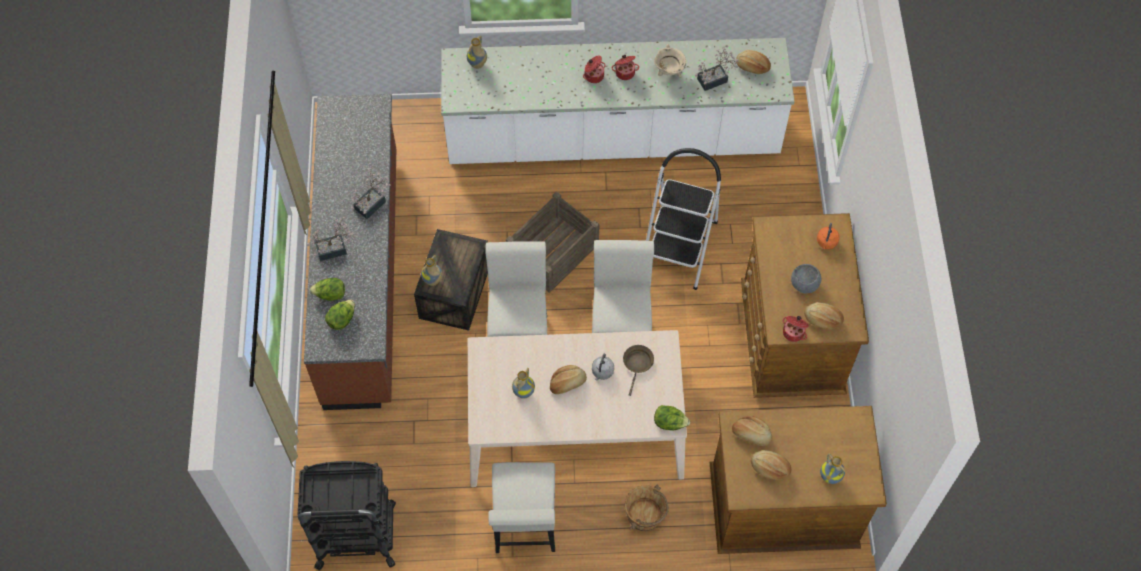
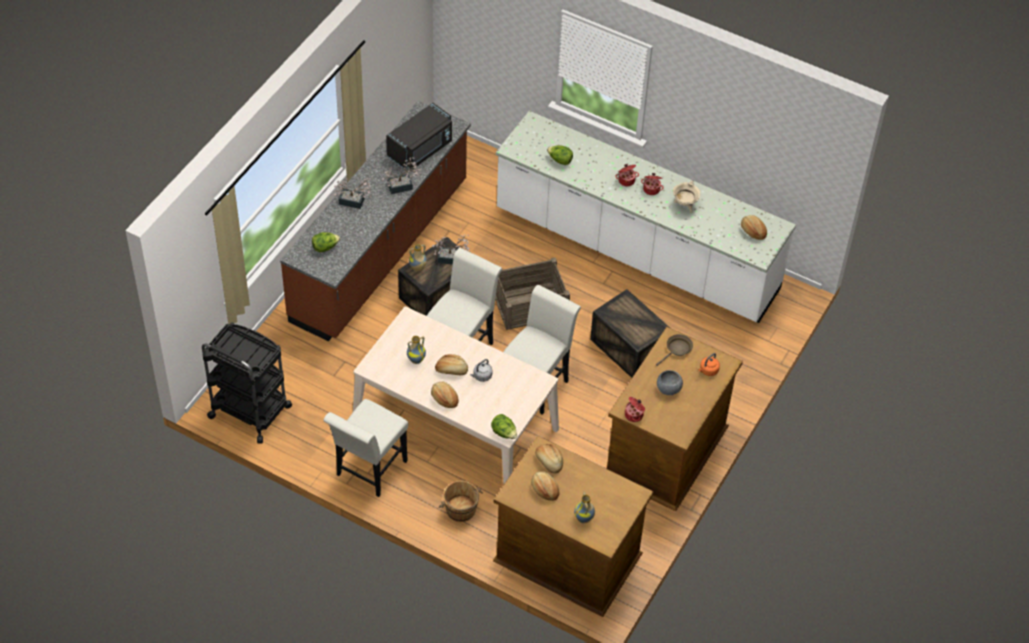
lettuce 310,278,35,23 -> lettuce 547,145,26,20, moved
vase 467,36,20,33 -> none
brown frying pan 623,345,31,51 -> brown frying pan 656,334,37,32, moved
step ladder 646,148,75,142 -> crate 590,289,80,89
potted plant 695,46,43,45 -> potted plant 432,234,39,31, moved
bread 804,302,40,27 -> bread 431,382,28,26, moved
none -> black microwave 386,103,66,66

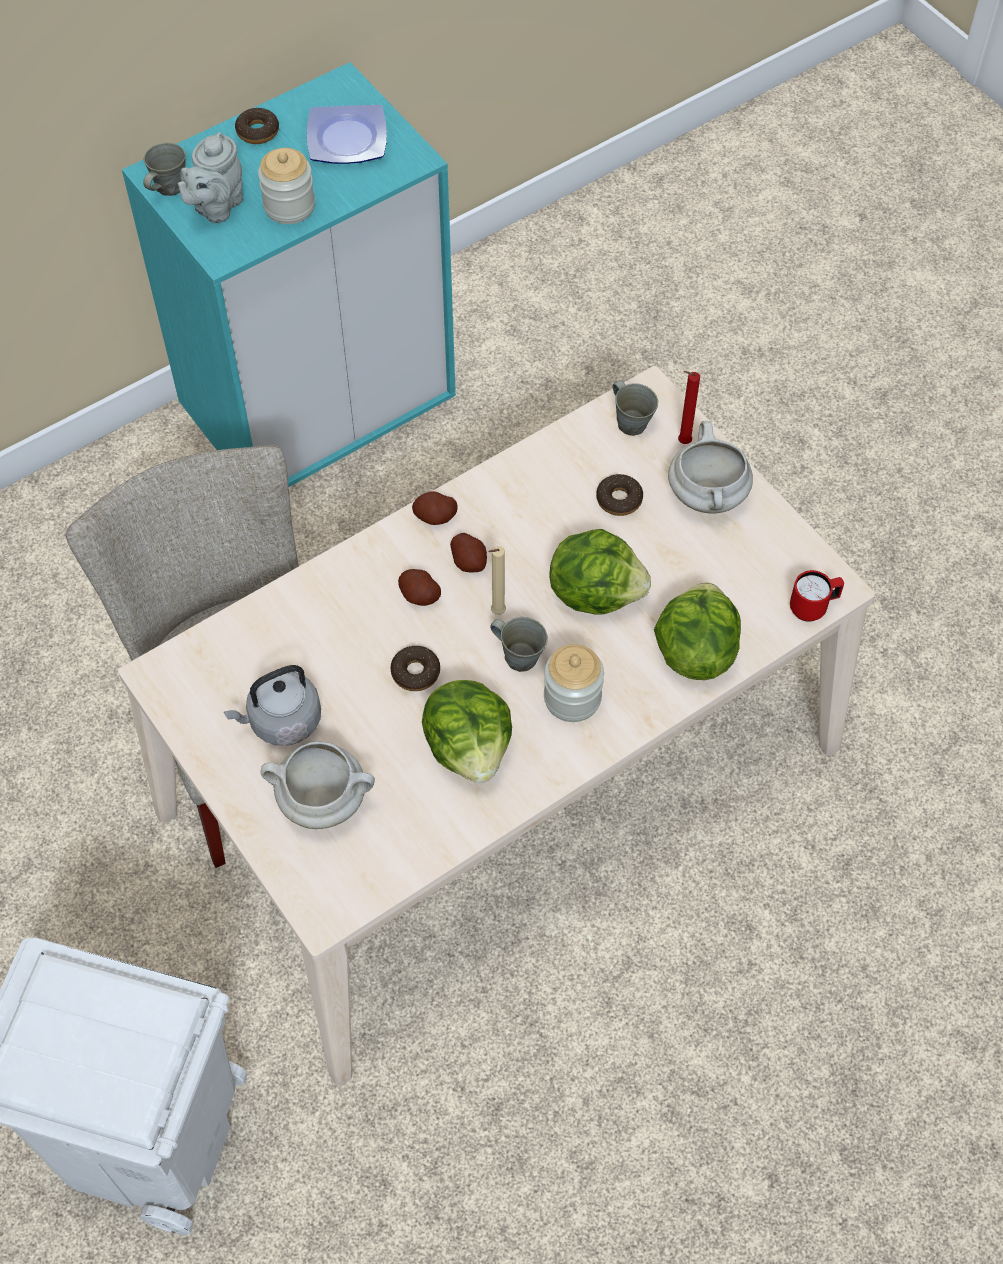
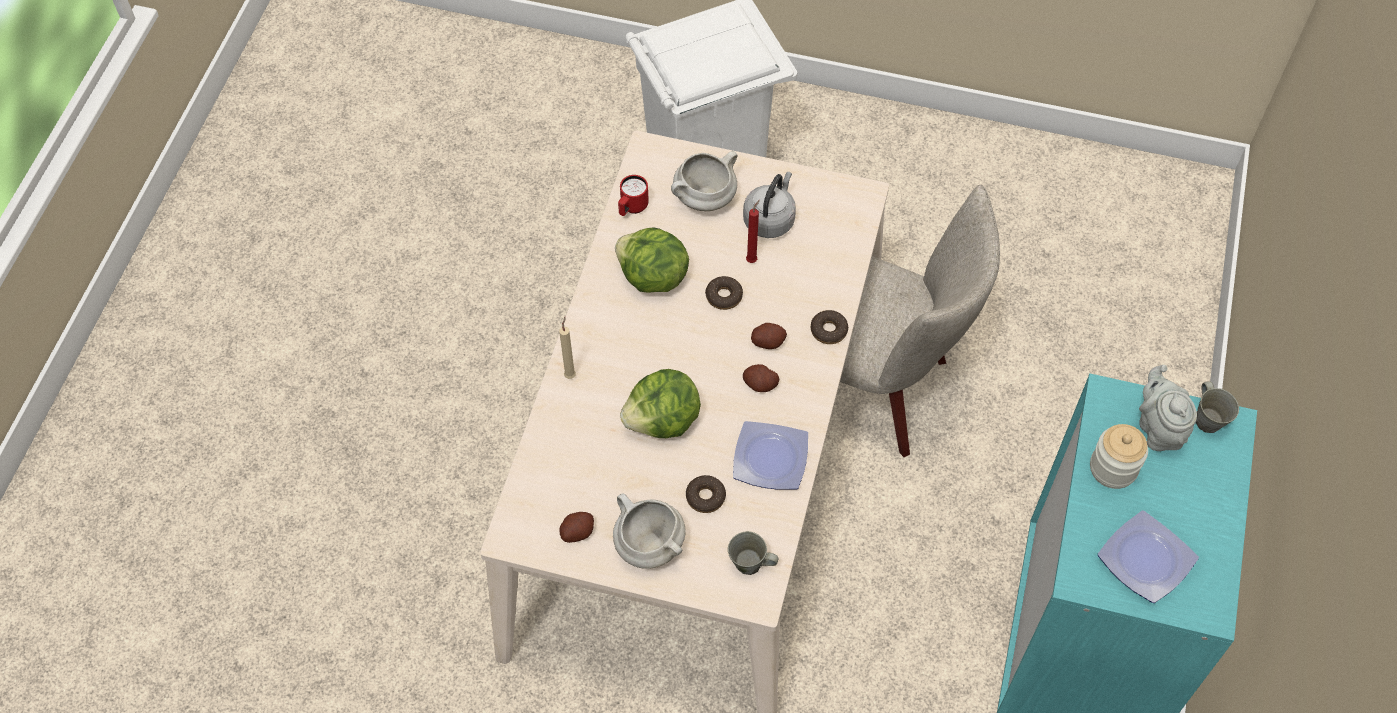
donut 235,108,44,36 -> donut 811,310,37,34, moved
potato 412,491,45,34 -> potato 559,512,35,31, moved
beige candle 488,546,18,69 -> beige candle 559,317,17,62, moved
grey mug 490,617,58,55 -> none
jar 544,644,60,78 -> none
lettuce 654,582,87,98 -> none
red candle 678,371,22,73 -> red candle 746,200,14,63, moved
red mug 790,570,54,52 -> red mug 618,175,31,41, moved
none -> plate 733,421,75,69

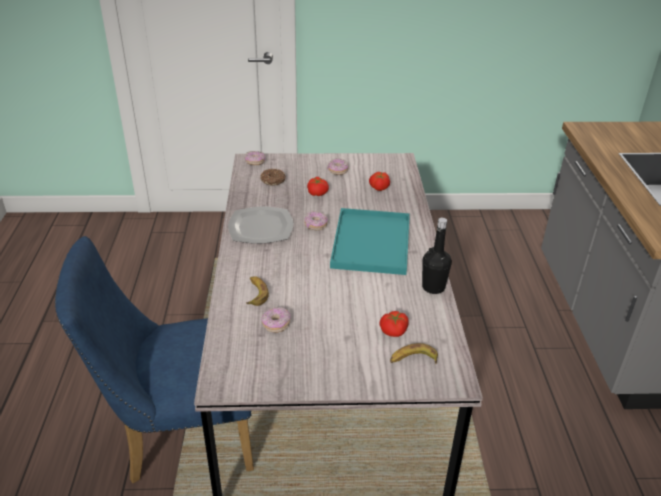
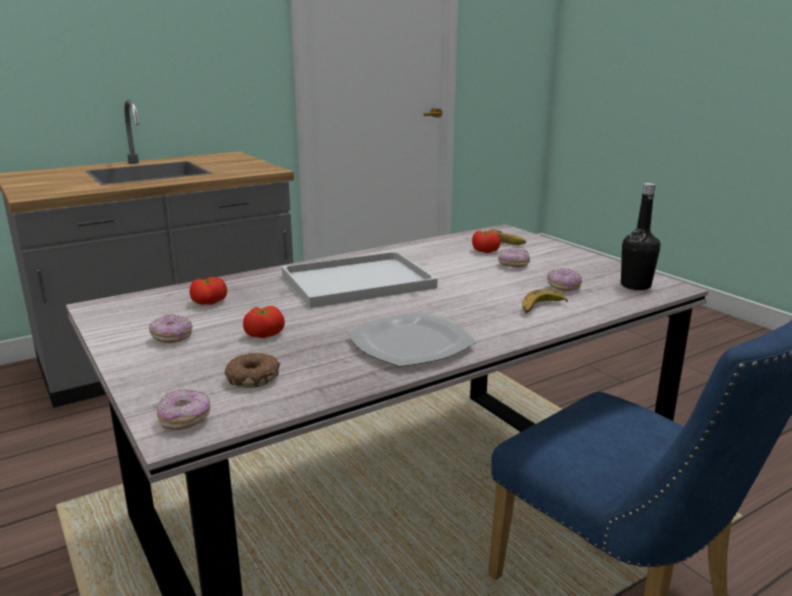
donut 304,211,24,19 -> donut 498,249,32,19, moved
turquoise tray 330,208,80,67 -> white tray 282,251,156,57
black bottle 422,218,30,76 -> black bottle 621,183,40,107, moved

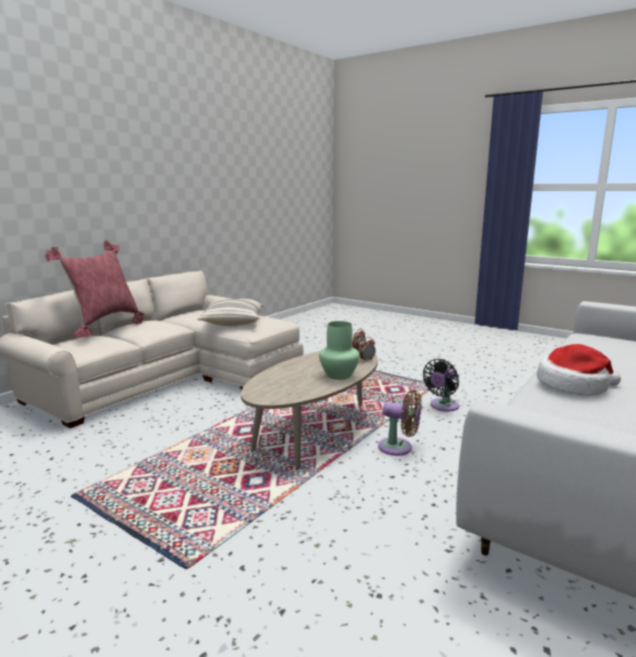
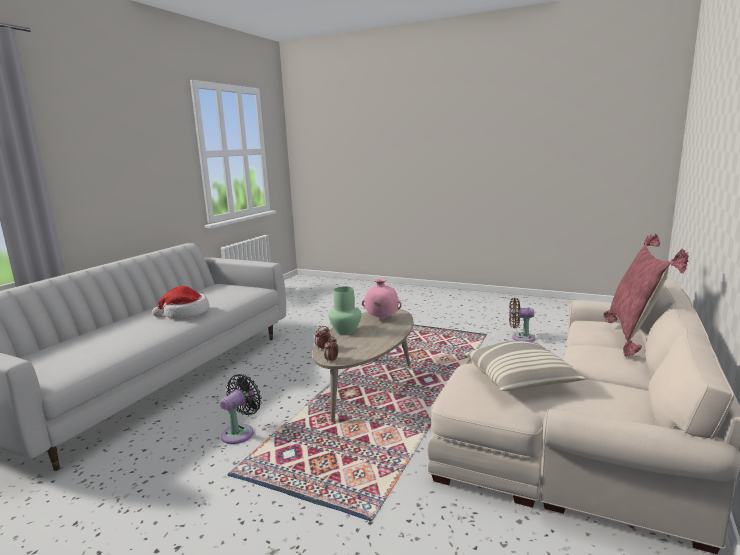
brown fan 378,390,44,66 -> brown fan 509,298,27,44, moved
none -> pink vase 362,278,40,41

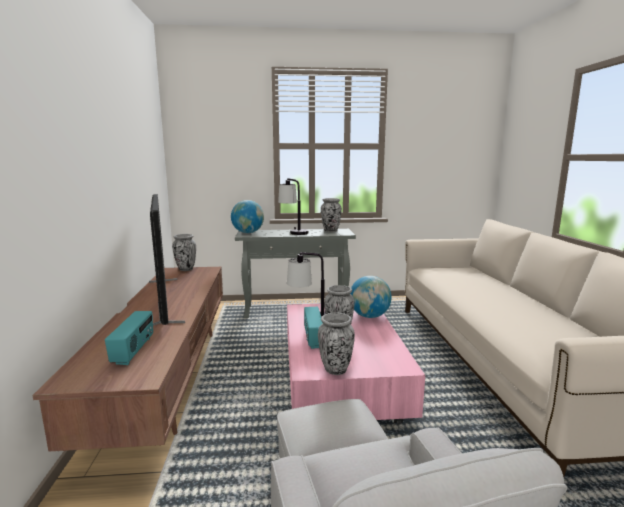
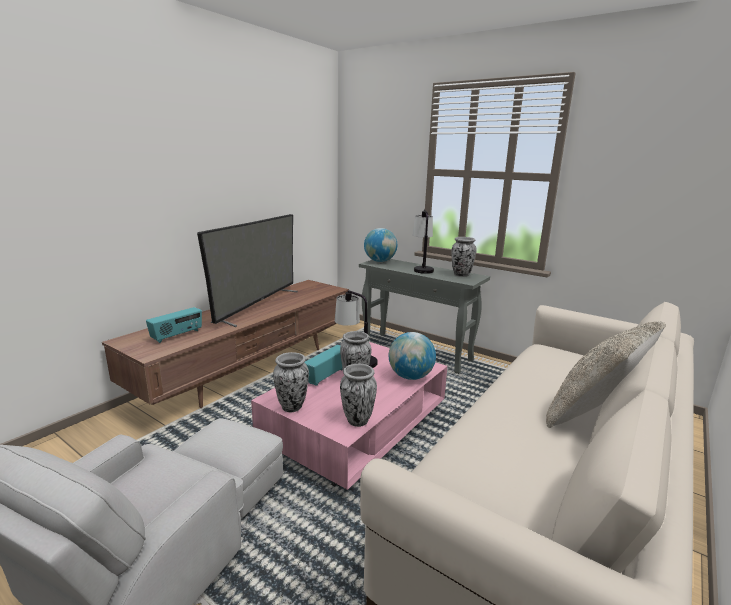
vase 172,234,24,37 -> vase 340,364,37,63, moved
none -> beige pillow 546,322,120,106

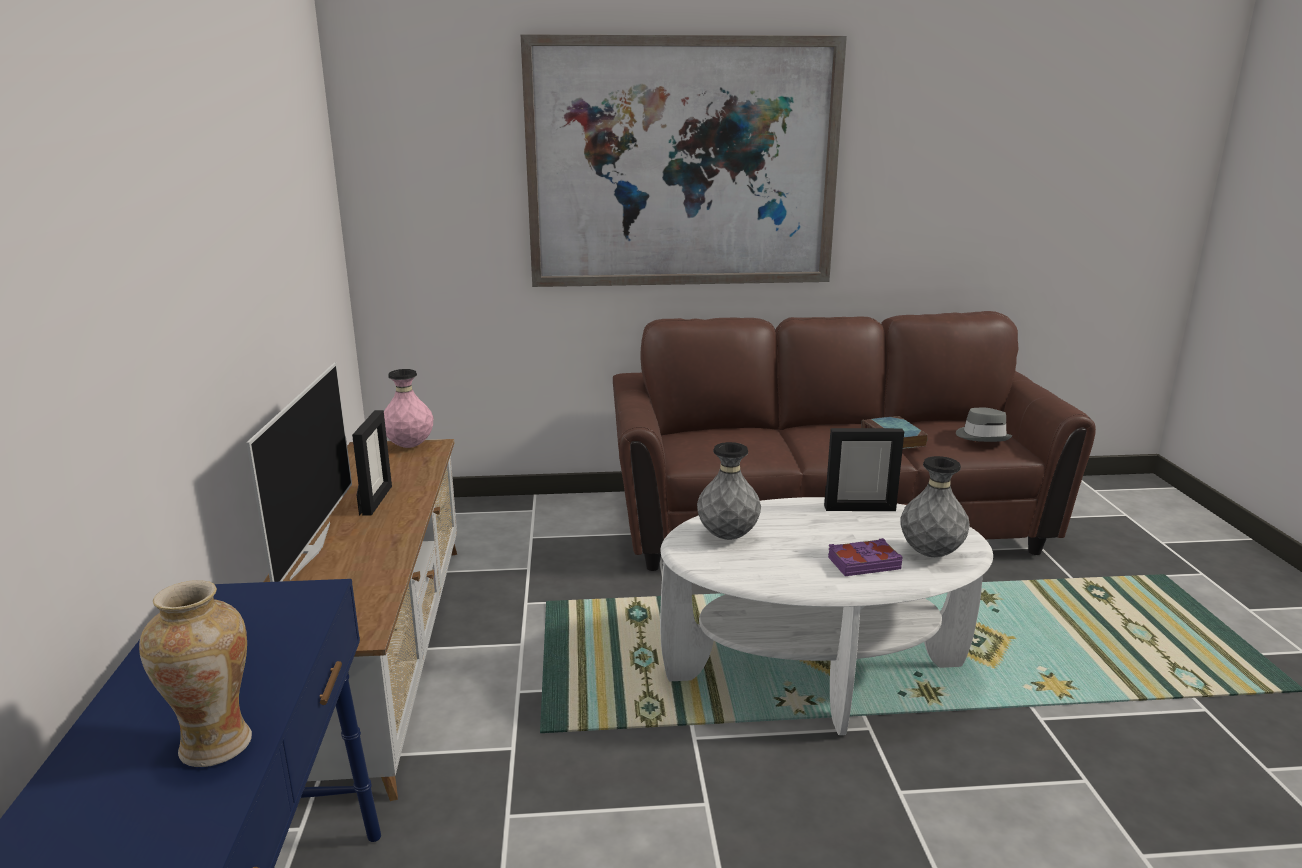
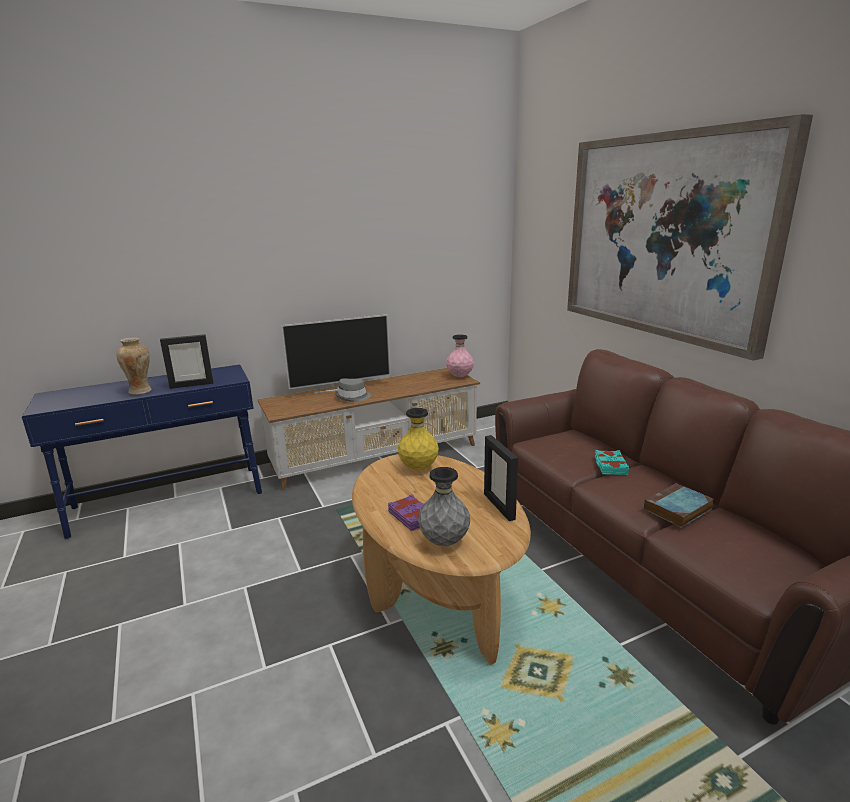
picture frame 352,410,40,106 -> picture frame 160,334,53,55, moved
white coffee table 660,497,333,238 -> brown coffee table 352,454,179,211
grey vase 697,442,64,98 -> yellow vase 398,408,41,62
grey hat 956,408,57,34 -> grey hat 335,379,36,22, moved
none -> turquoise book 595,450,34,25

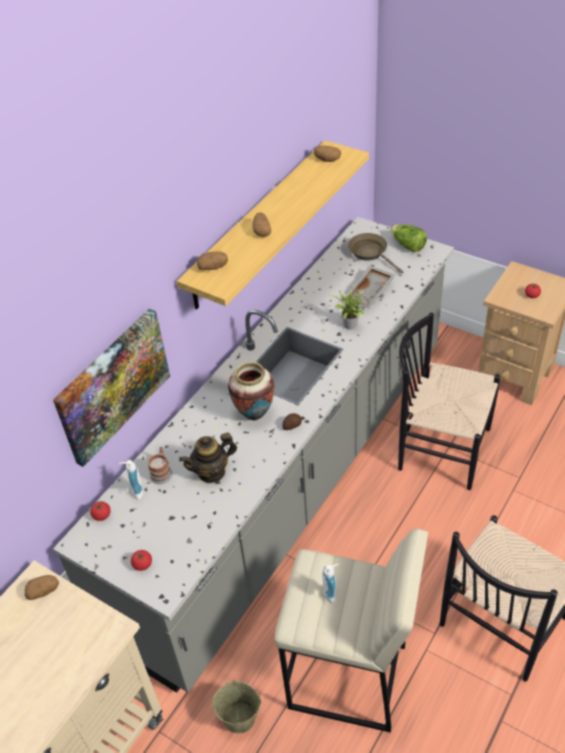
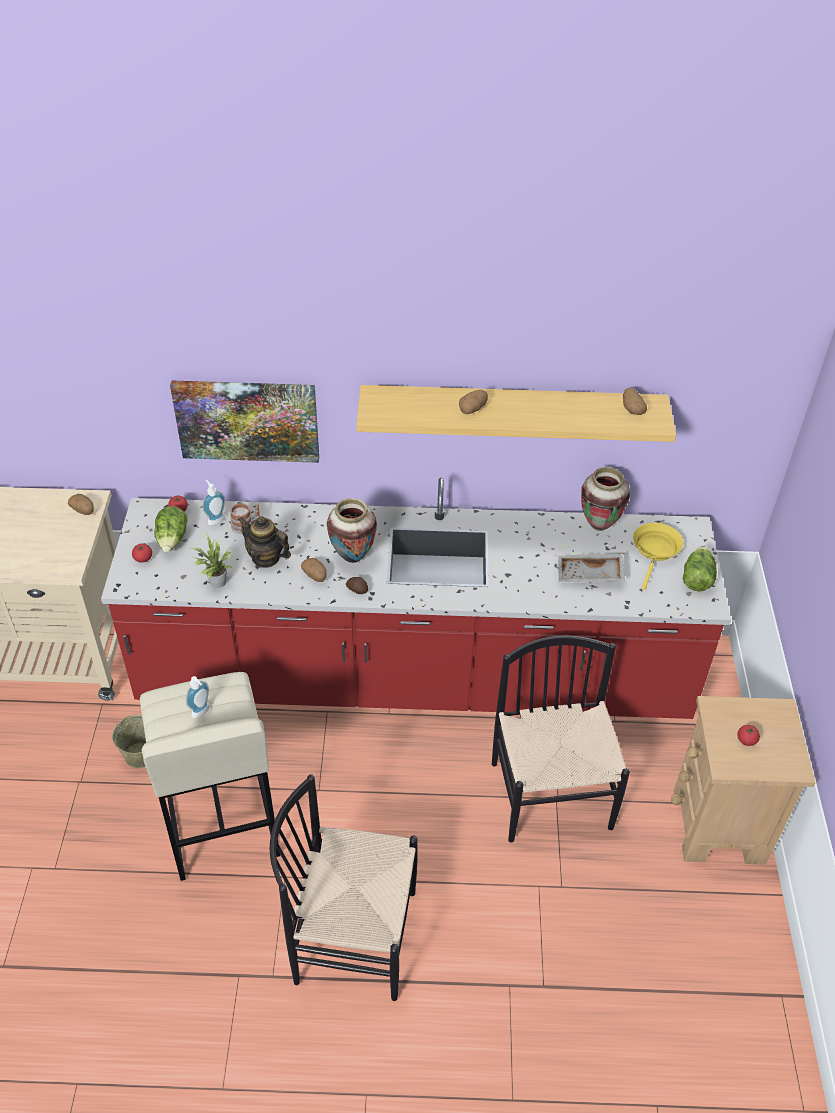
grey counter 53,217,401,476 -> red counter 101,478,630,241
potato 197,251,31,19 -> potato 301,558,26,24, moved
potted plant 329,290,35,40 -> potted plant 191,534,41,54, moved
brown frying pan 348,233,56,41 -> yellow frying pan 633,523,50,67
none -> lettuce 154,506,34,46
none -> vase 581,467,49,64

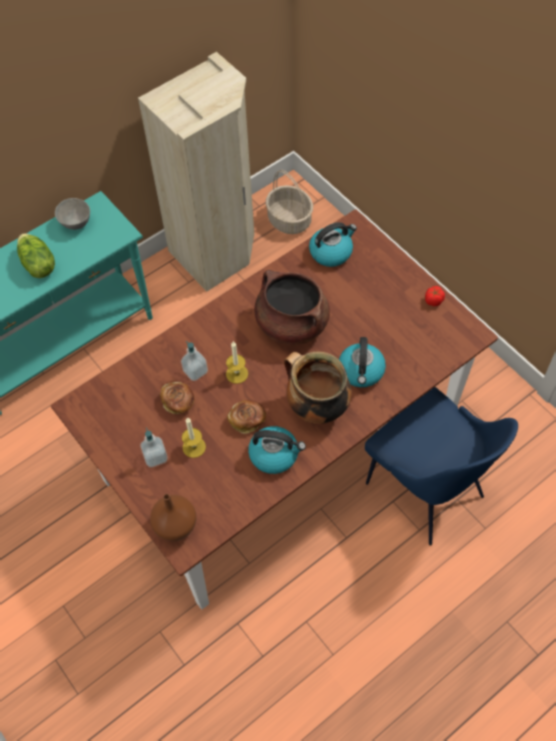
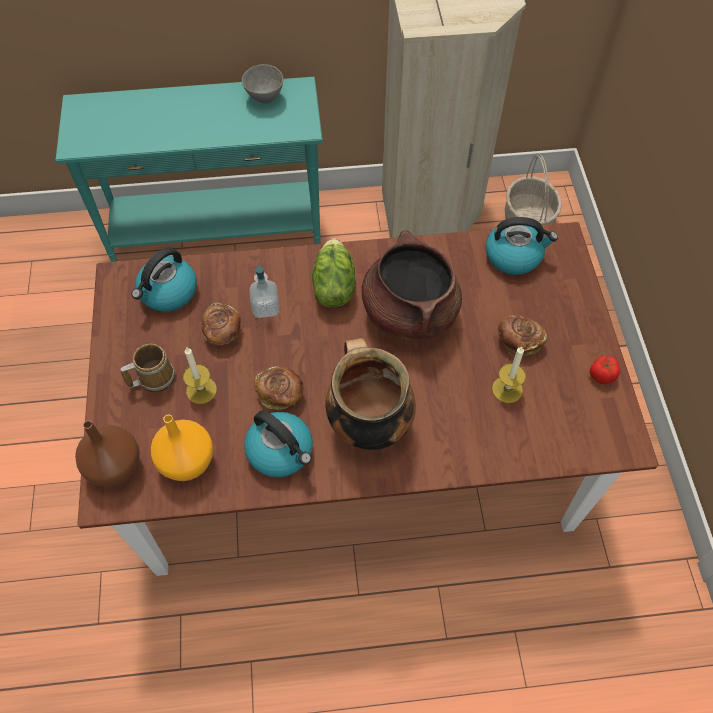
lettuce 17,233,38,45 -> lettuce 312,238,44,69, moved
soap dispenser 140,427,28,40 -> mug 120,343,55,50
candle 226,342,22,42 -> candle 492,346,34,57, moved
kettle 339,337,47,50 -> kettle 131,247,66,65, moved
blue chair 365,387,153,159 -> none
none -> orange vase 151,414,62,67
none -> bread 498,315,49,42

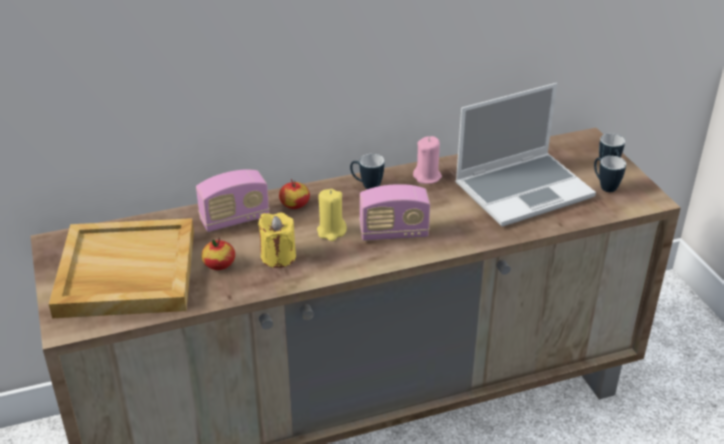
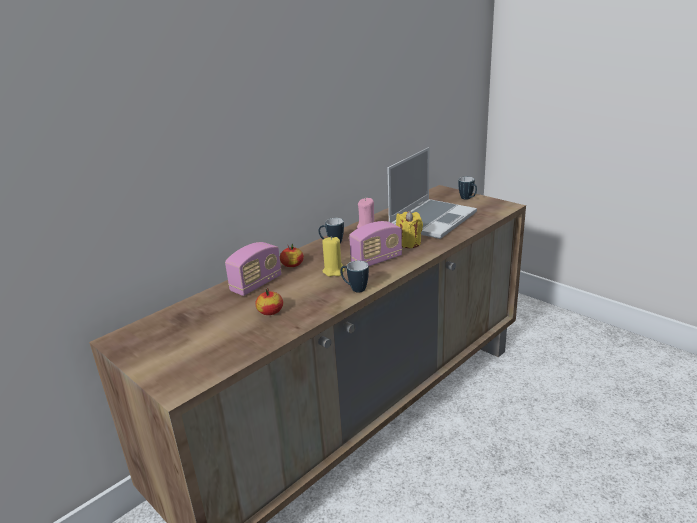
beige tray 49,218,145,100 -> none
yellow candle 258,212,38,56 -> yellow candle 396,211,27,37, moved
mug 594,156,32,36 -> mug 340,261,29,32, moved

